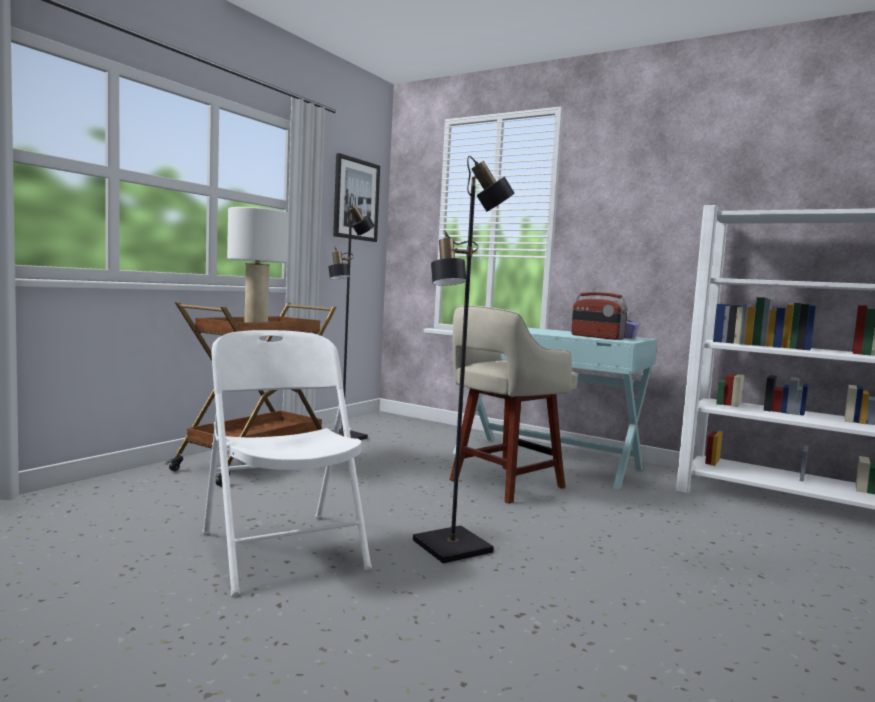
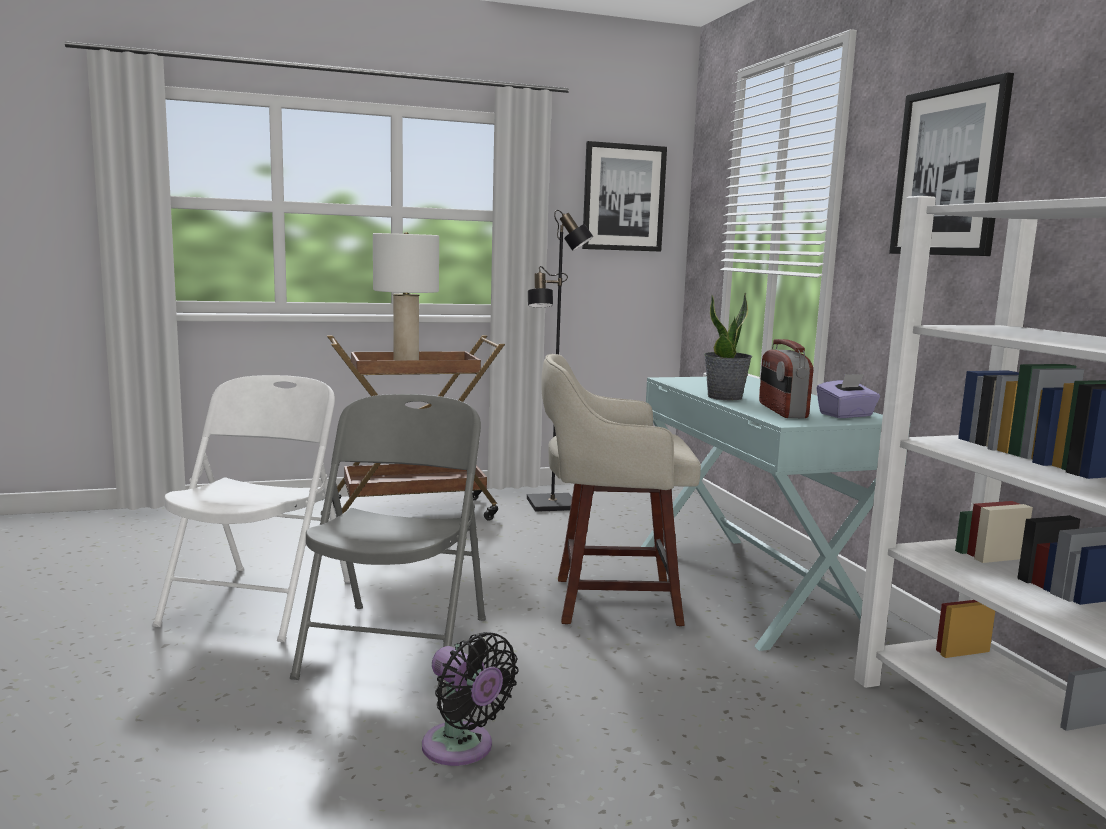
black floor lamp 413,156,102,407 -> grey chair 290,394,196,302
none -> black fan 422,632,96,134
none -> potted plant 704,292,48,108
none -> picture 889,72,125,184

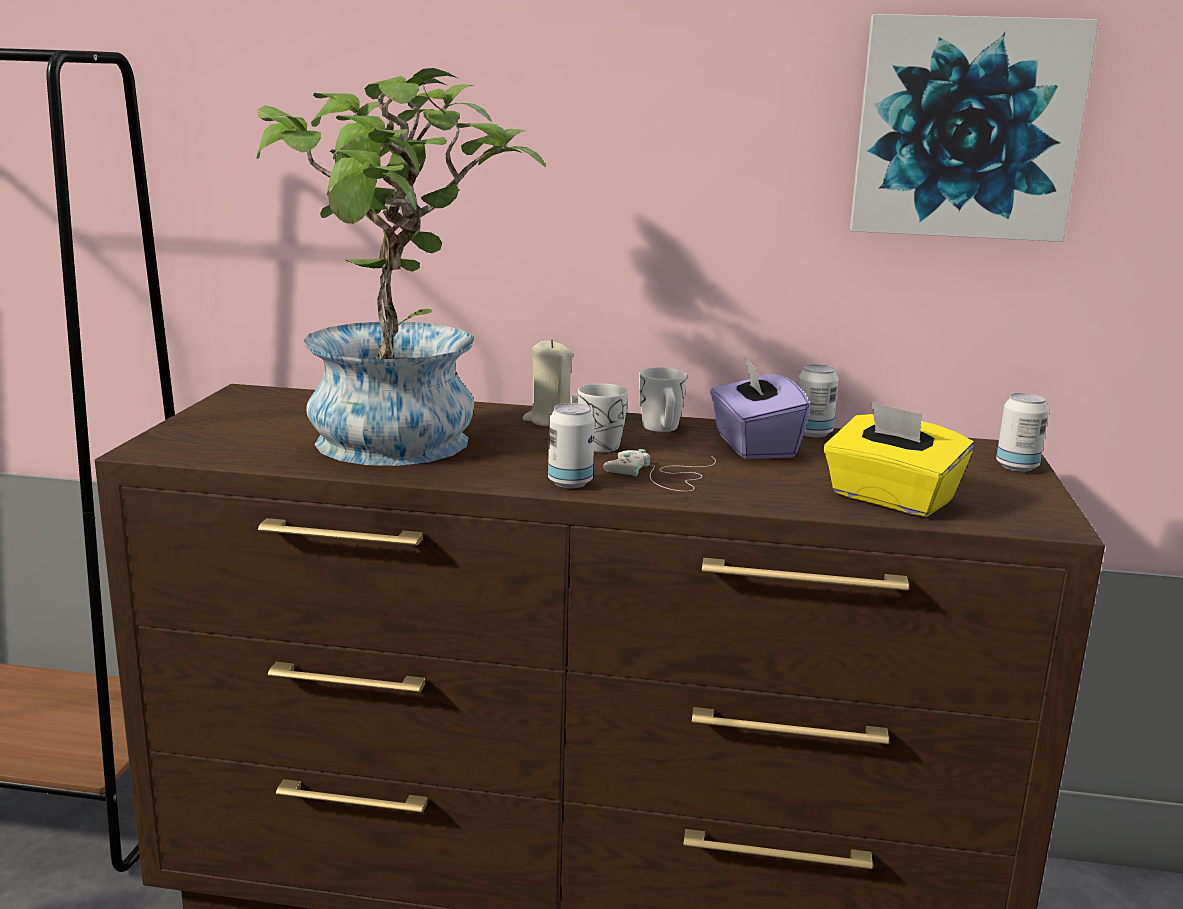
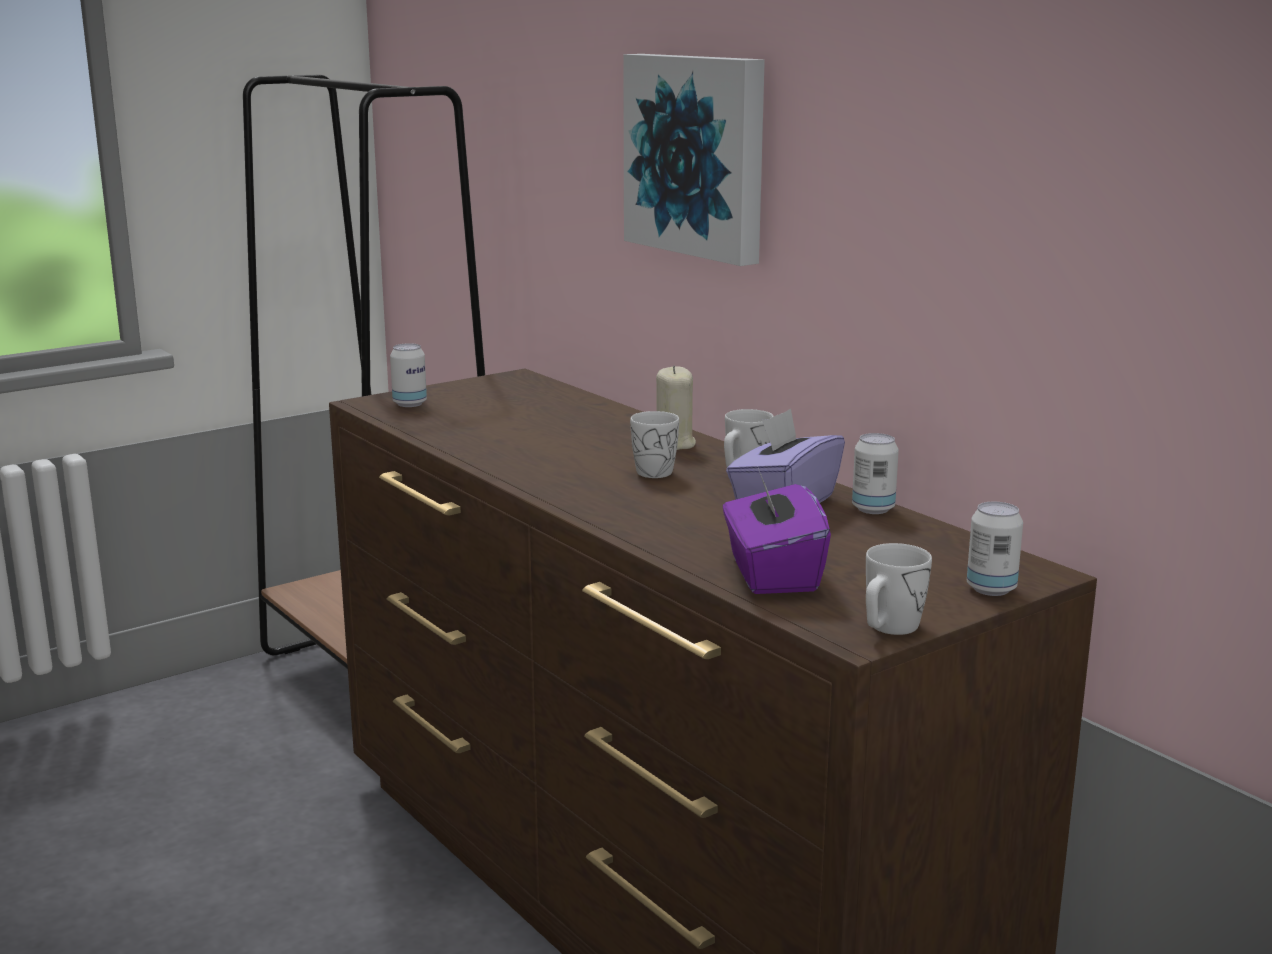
potted plant 257,68,289,398 -> none
can 548,403,47,85 -> can 390,343,37,64, moved
white game controller 604,449,112,43 -> none
yellow tissue box 824,401,150,116 -> purple tissue box 723,468,108,126
picture 850,14,249,228 -> picture 623,54,142,212, moved
none -> white mug 866,543,66,92

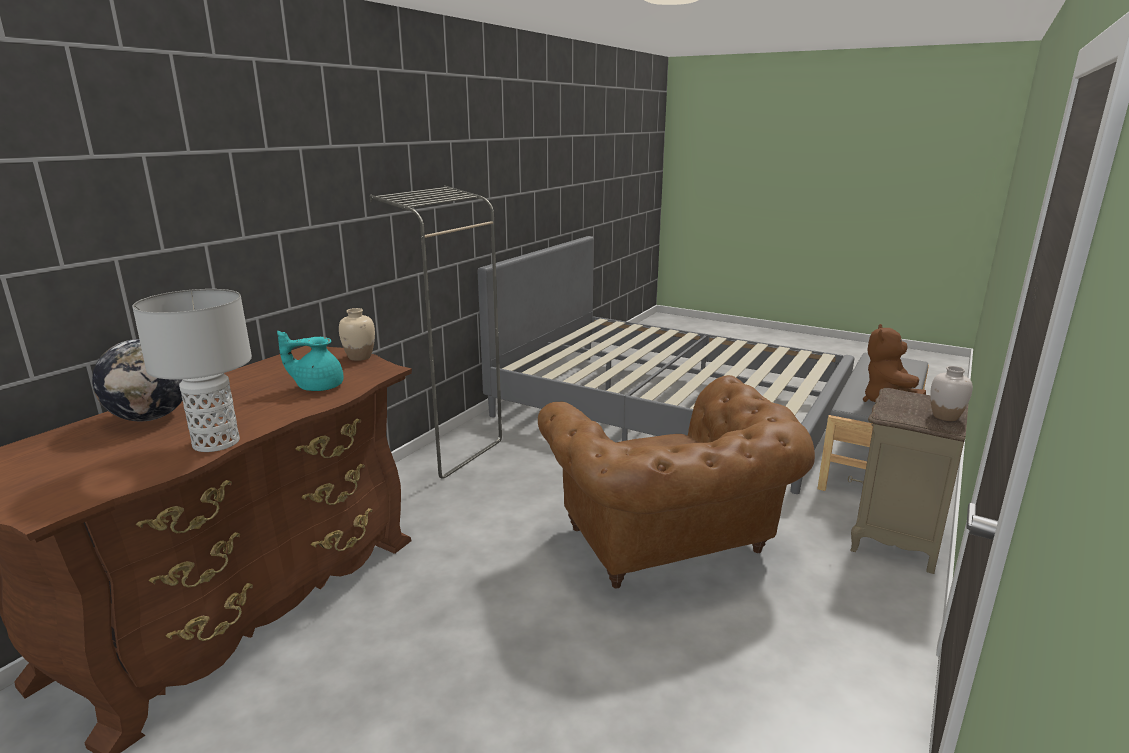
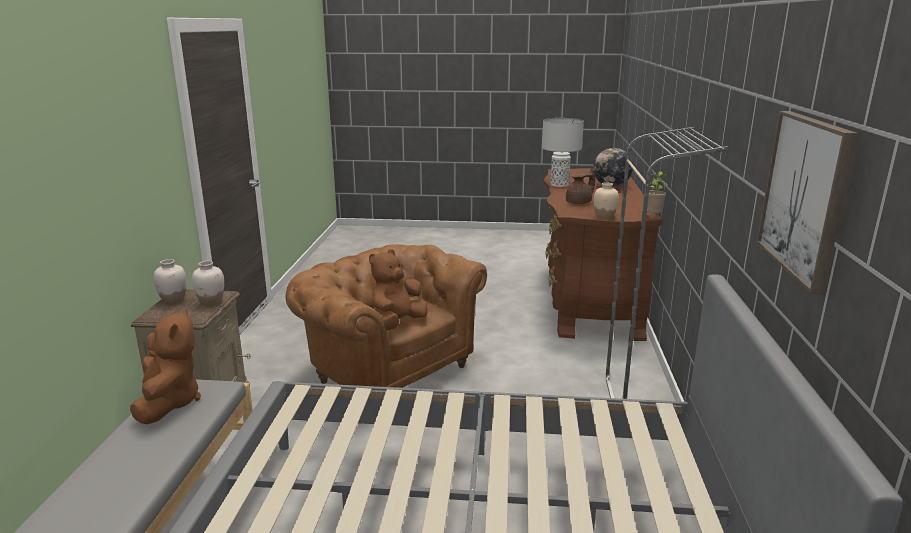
turquoise teapot 277,331,66,60 -> brown teapot 566,166,30,38
none -> white vase 192,261,32,46
none -> brown plush toy 369,249,59,82
none -> potted plant 647,171,22,44
none -> picture 757,111,102,183

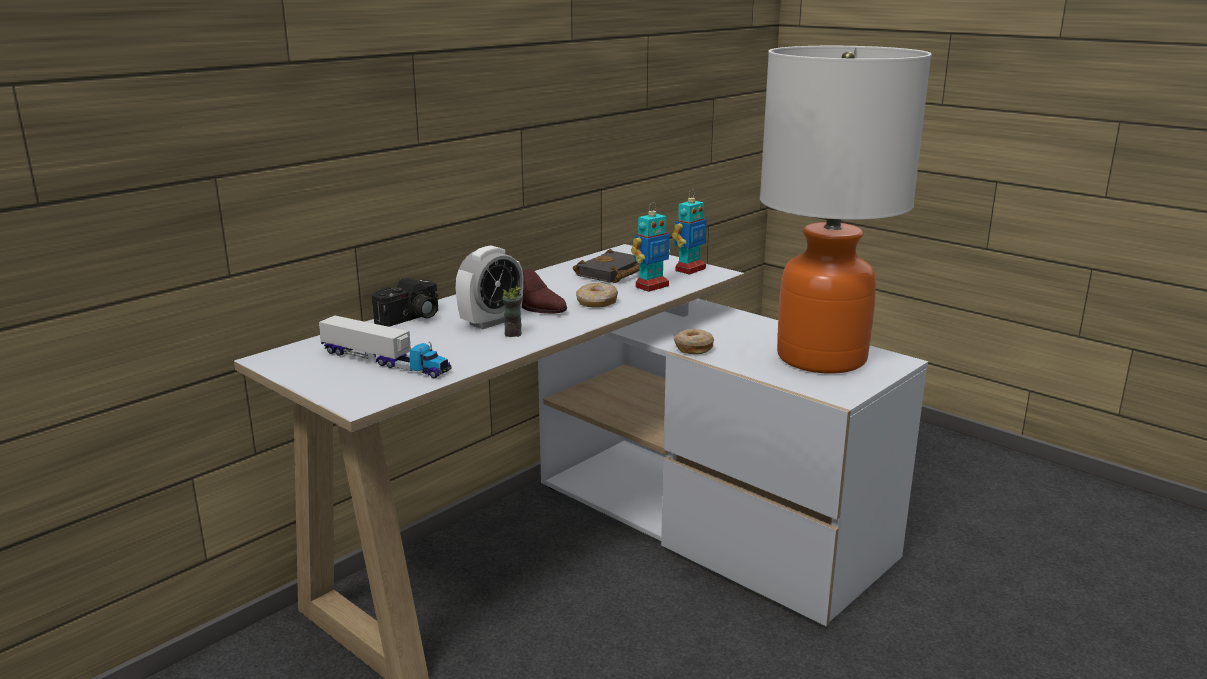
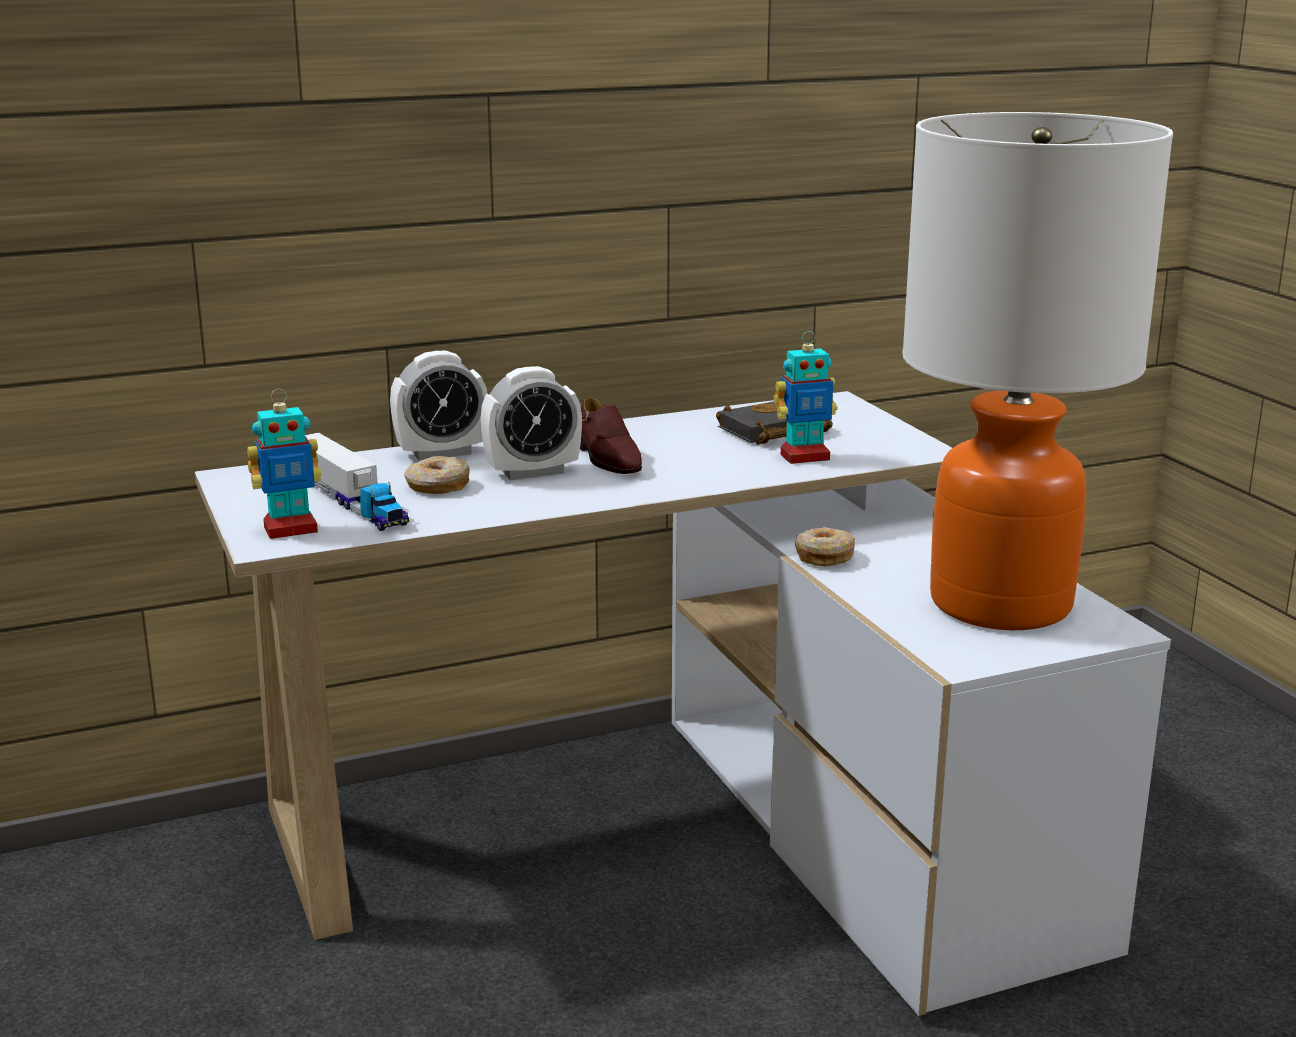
photo camera 372,278,67,49 -> alarm clock 390,350,98,111
cup 502,279,20,58 -> none
donut 576,283,42,25 -> donut 404,456,66,38, moved
toy robot 672,189,35,86 -> toy robot 247,389,74,150, moved

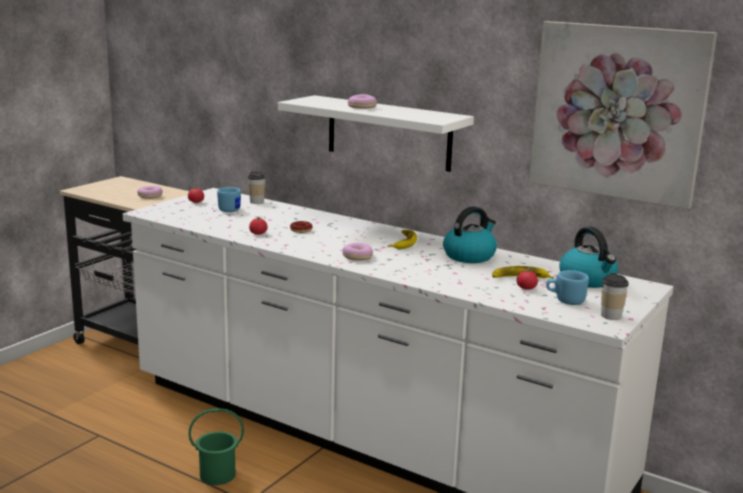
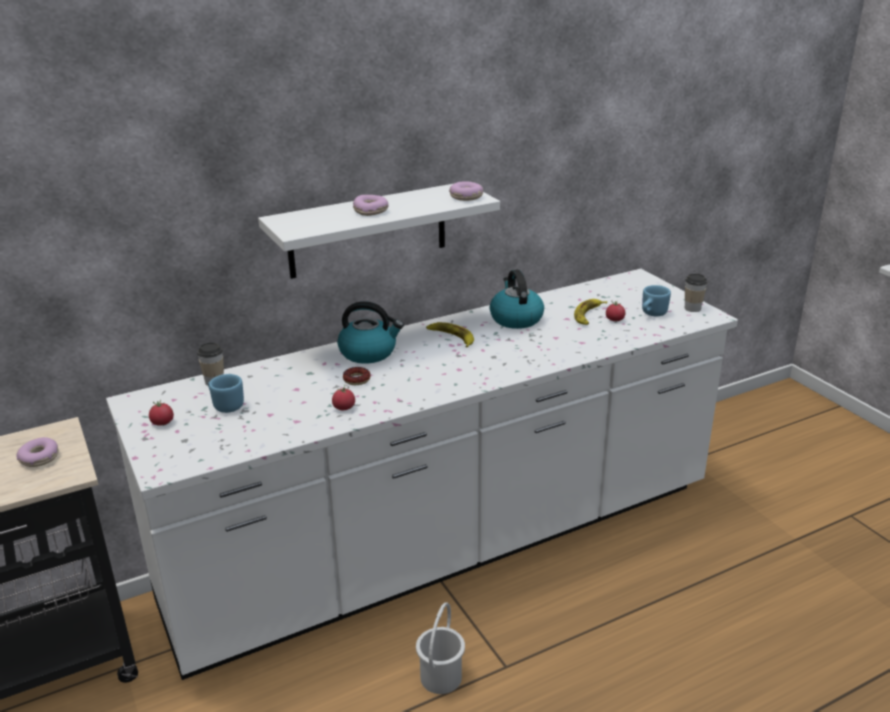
green bucket 188,408,56,77 -> white bucket 416,602,49,92
donut 342,243,31,17 -> donut 449,182,34,19, moved
picture 529,21,188,188 -> none
kettle 559,227,59,61 -> kettle 337,301,67,63, moved

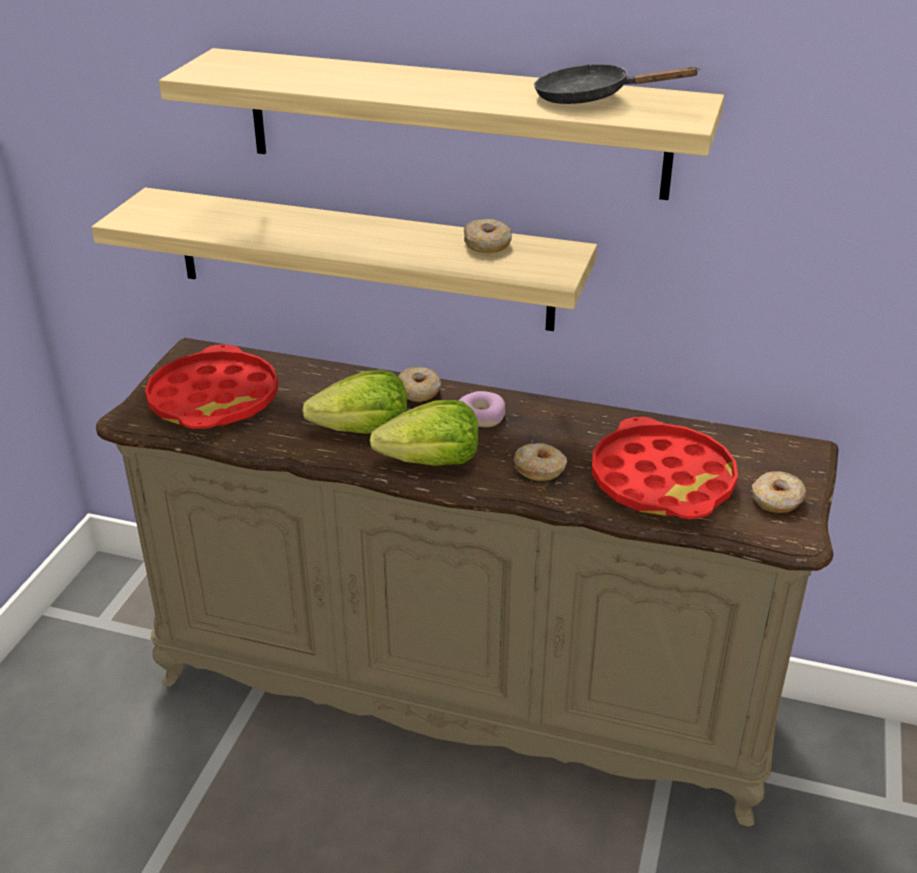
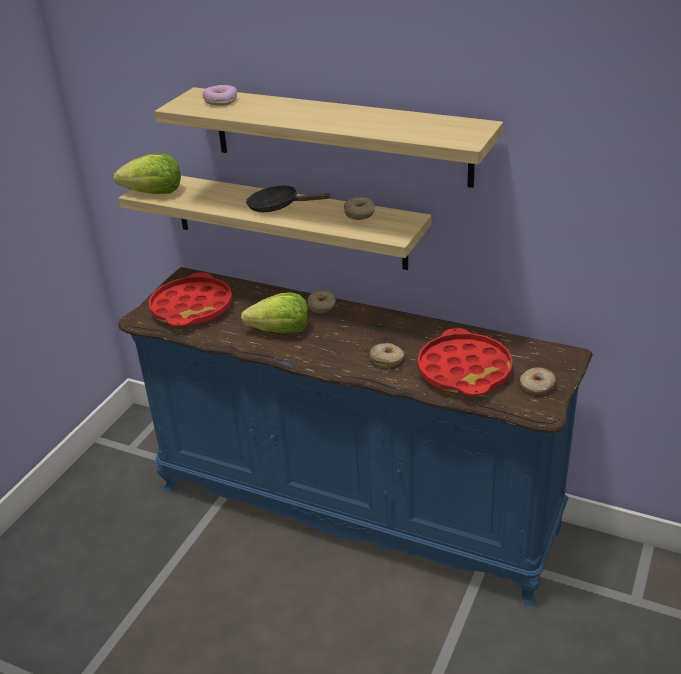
beige cabinet 96,338,742,489 -> blue cabinet 118,267,475,339
lettuce 369,400,110,66 -> lettuce 114,154,67,40, moved
donut 459,391,46,36 -> donut 203,85,34,21, moved
black frying pan 534,64,165,40 -> black frying pan 246,185,85,27, moved

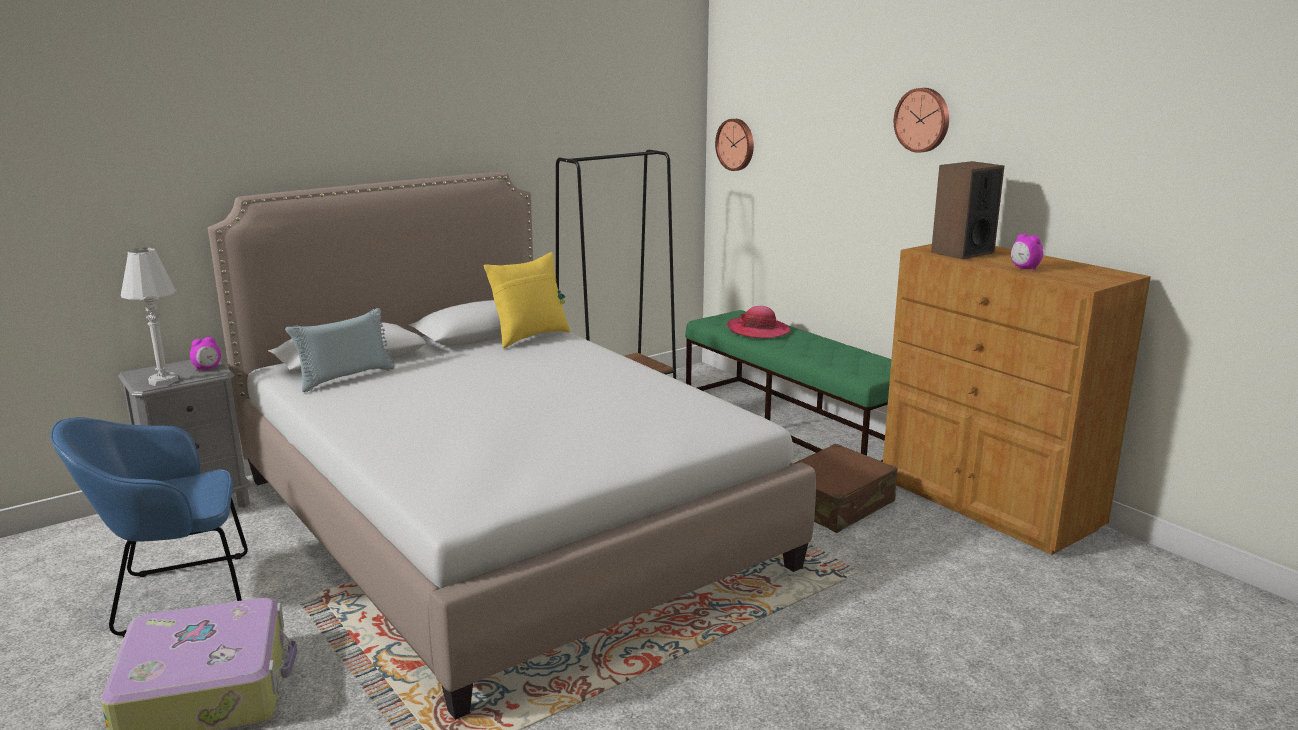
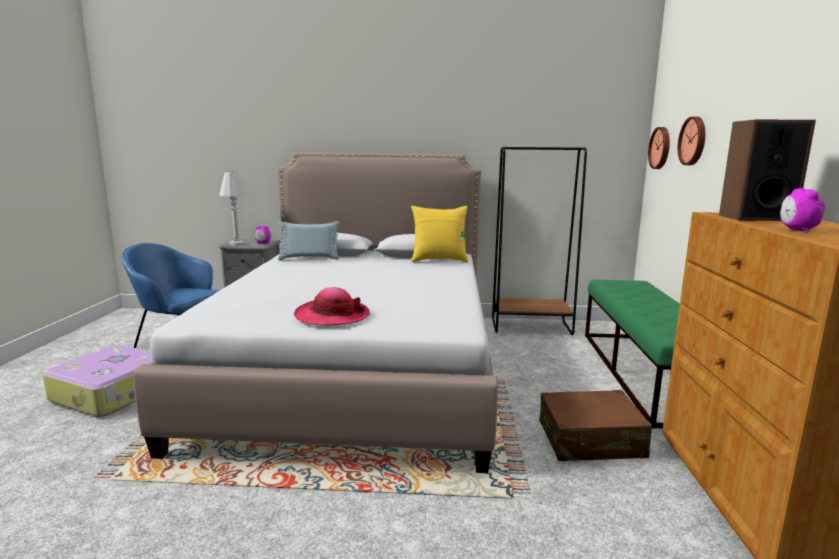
hat 727,306,64,32 -> hat 294,287,76,39, moved
wall clock 894,88,55,65 -> wall clock 678,117,28,48, moved

